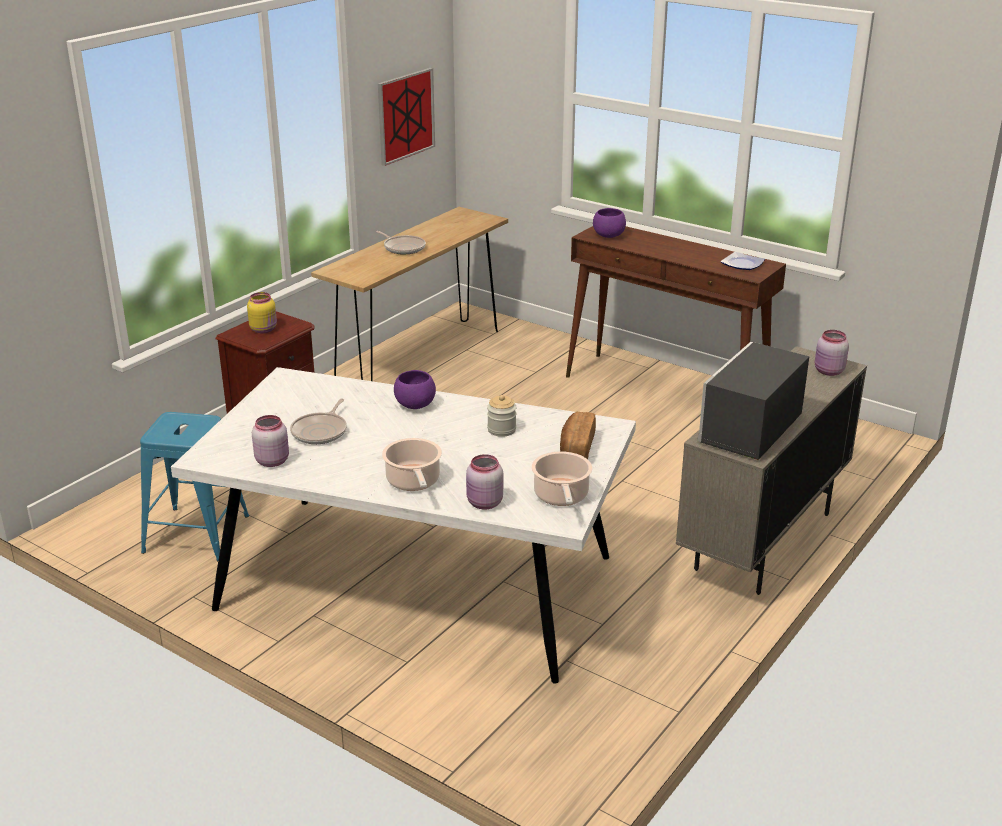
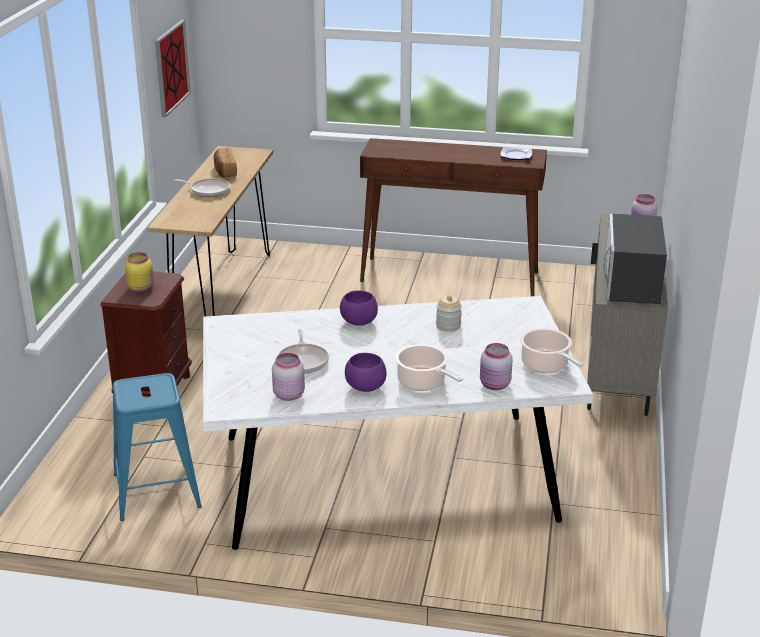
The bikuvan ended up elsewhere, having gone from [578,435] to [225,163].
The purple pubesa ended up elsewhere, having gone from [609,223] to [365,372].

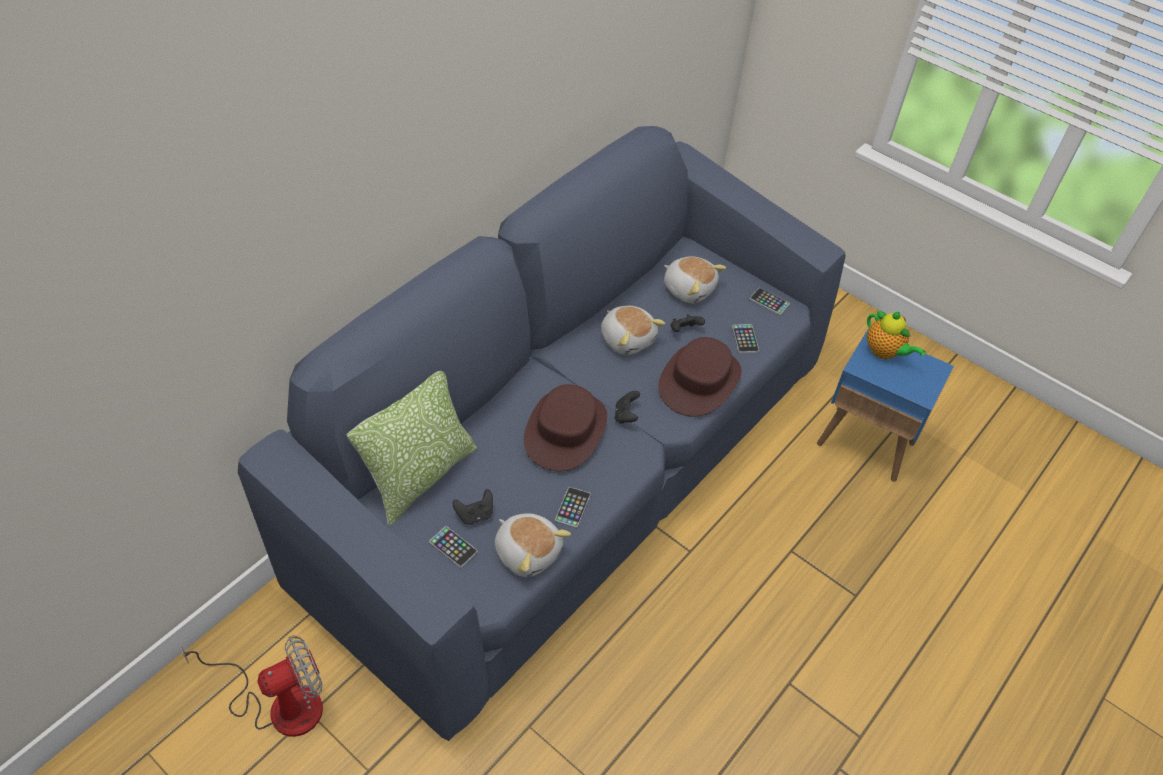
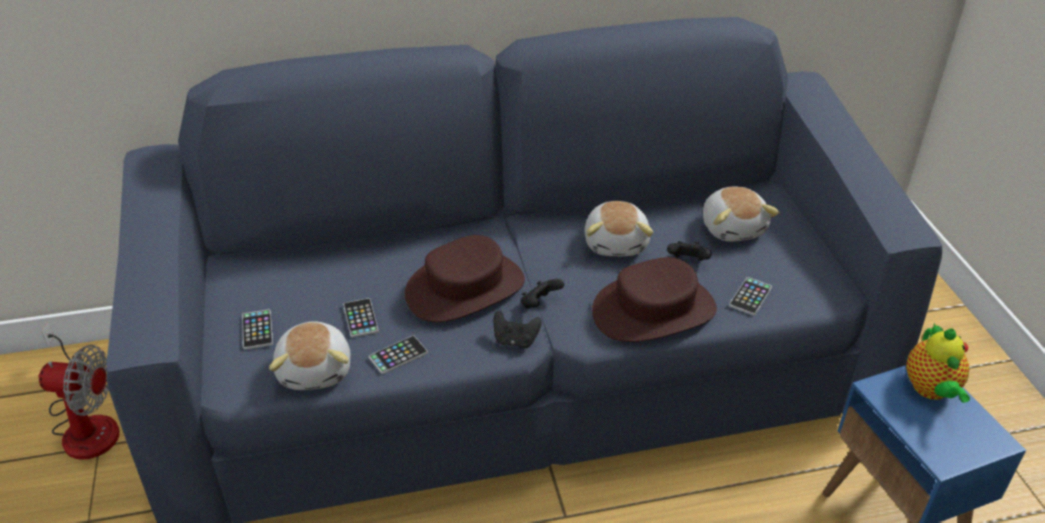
The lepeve ended up elsewhere, having gone from [770,301] to [361,318].
The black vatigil ended up elsewhere, having gone from [473,507] to [517,329].
The second view lost the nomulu at [411,448].

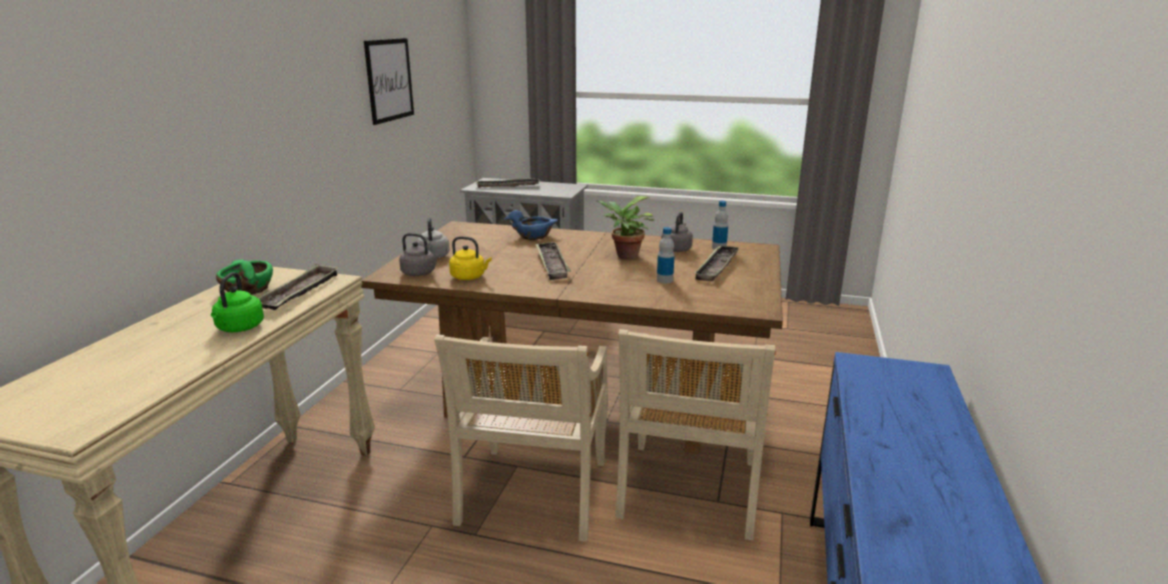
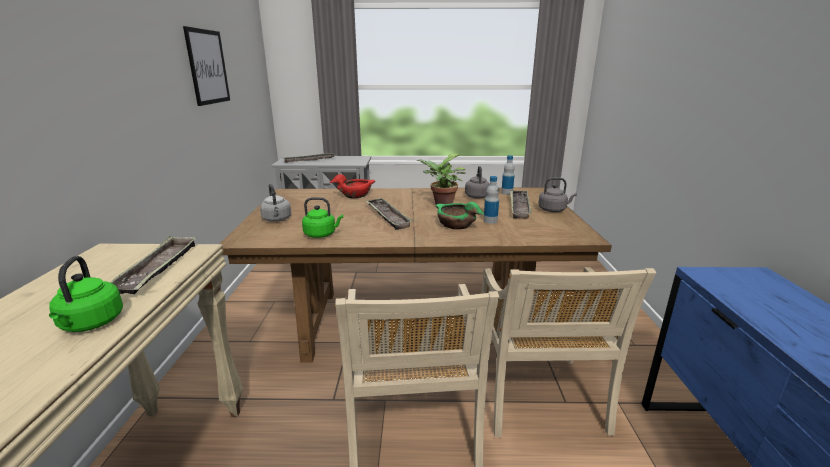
What was the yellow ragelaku at [470,258] turned into the green ragelaku at [322,217].
What was the blue pubesa at [530,225] turned into the red pubesa at [352,186].
The green pubesa ended up elsewhere, having gone from [244,277] to [460,215].
The grey ragelaku ended up elsewhere, having gone from [419,254] to [557,194].

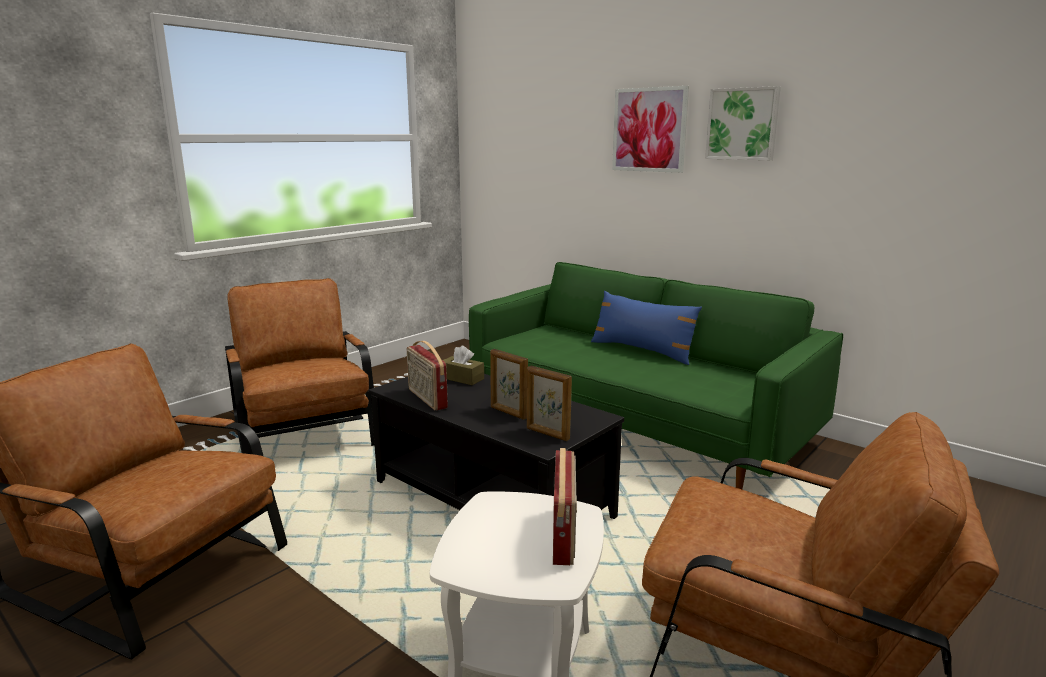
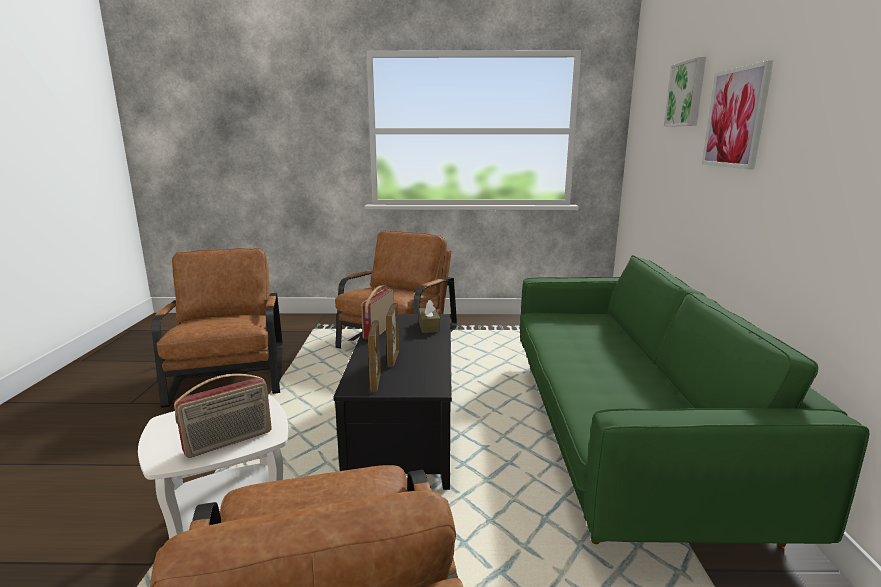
The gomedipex ended up elsewhere, having gone from [743,123] to [685,92].
The second view lost the blue nomulu at [646,328].

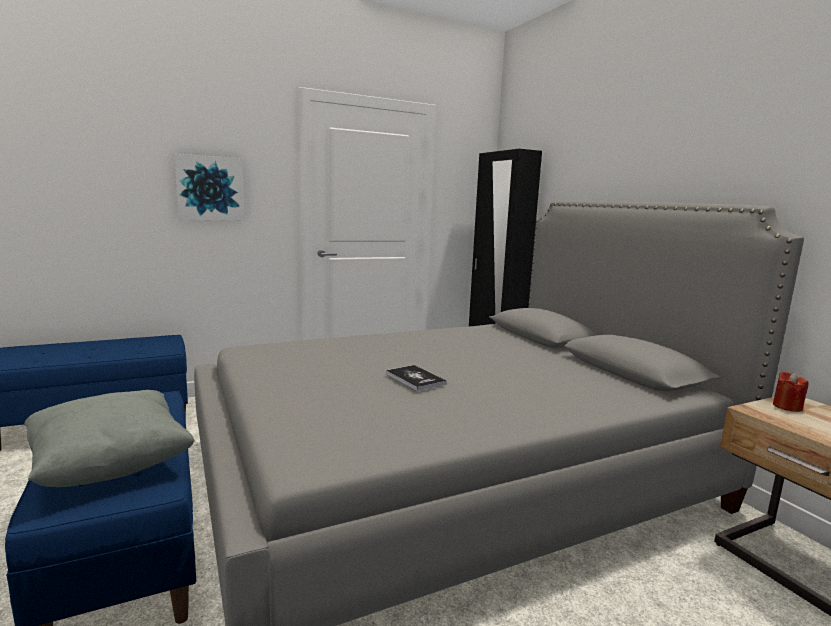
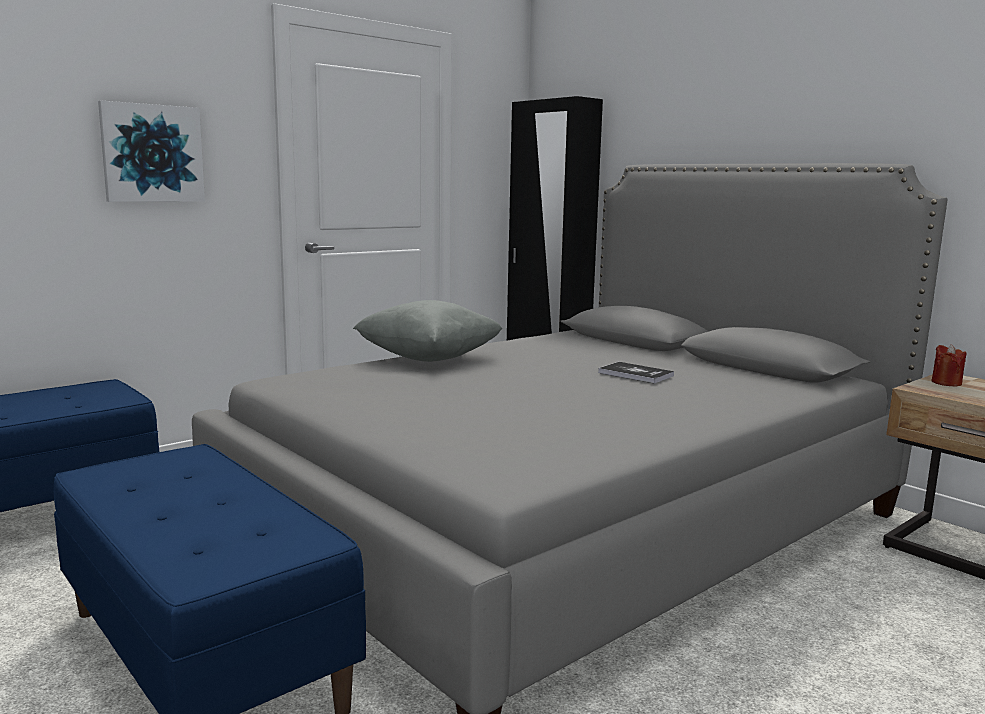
The grey nomulu ended up elsewhere, having gone from [109,438] to [427,331].
The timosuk ended up elsewhere, having gone from [416,378] to [636,373].

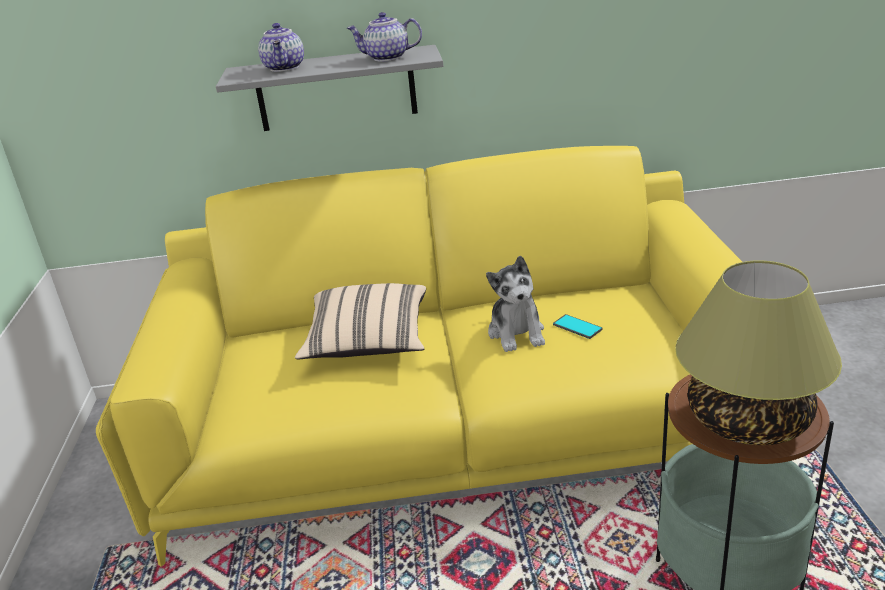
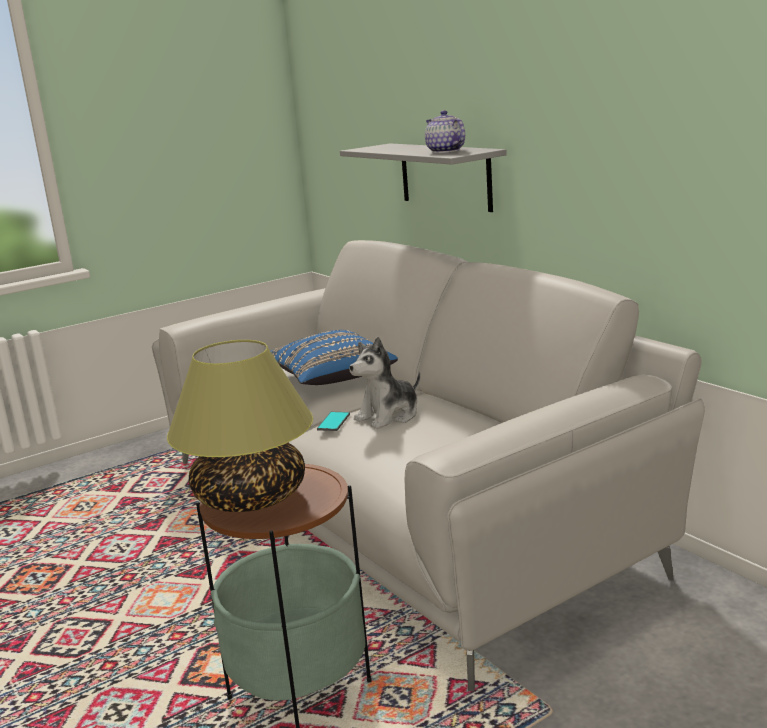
What was the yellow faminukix at [419,356] turned into the grey faminukix at [428,465].
What was the beige nomulu at [360,321] turned into the blue nomulu at [334,357].
The lepeve ended up elsewhere, having gone from [577,326] to [333,421].
The second view lost the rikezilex at [281,47].

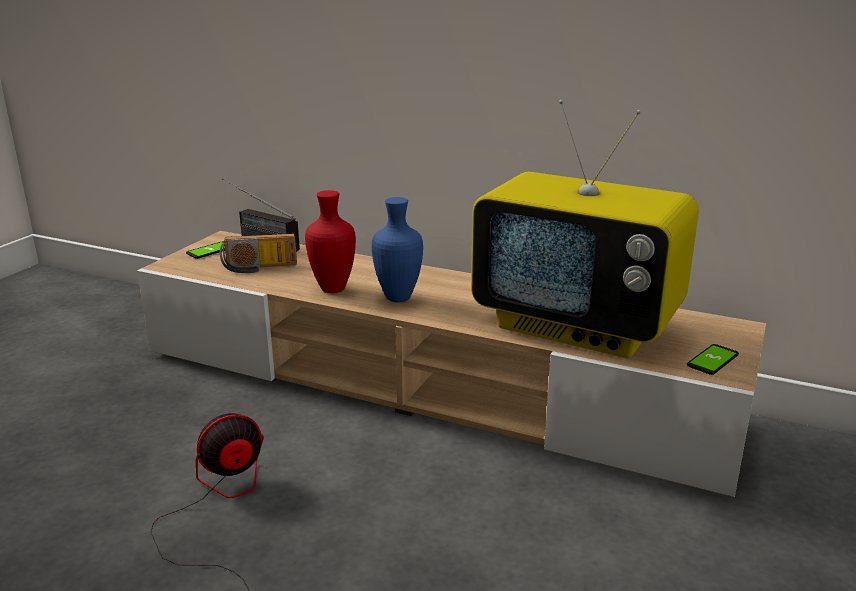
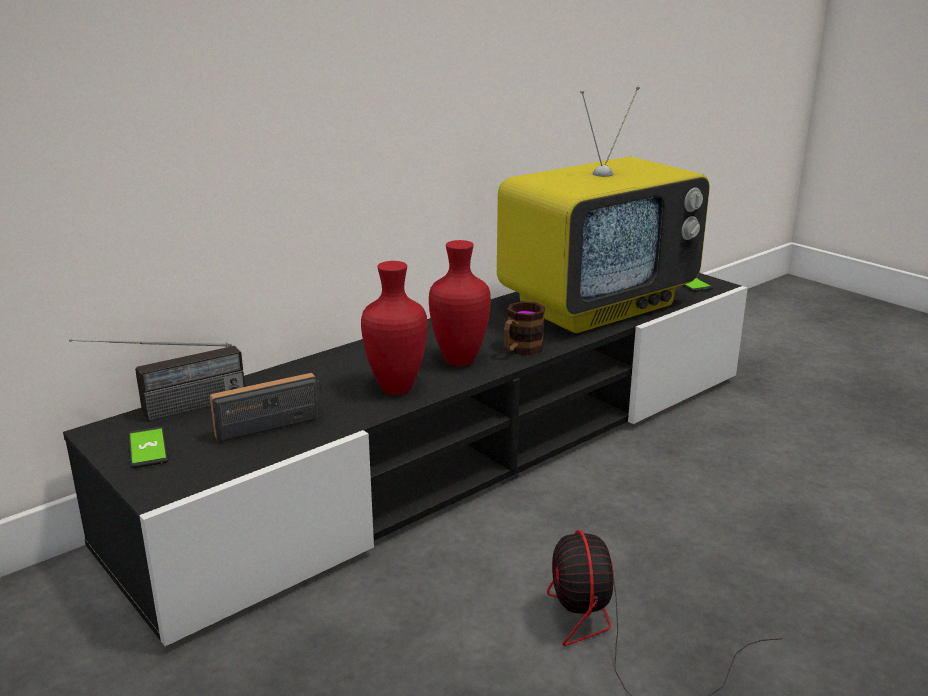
What was the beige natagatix at [451,364] turned into the black natagatix at [405,460].
The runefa at [258,253] ended up facing another way, 135 degrees counterclockwise from before.
What was the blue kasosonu at [397,249] turned into the red kasosonu at [460,303].
The second view gained the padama at [524,328].

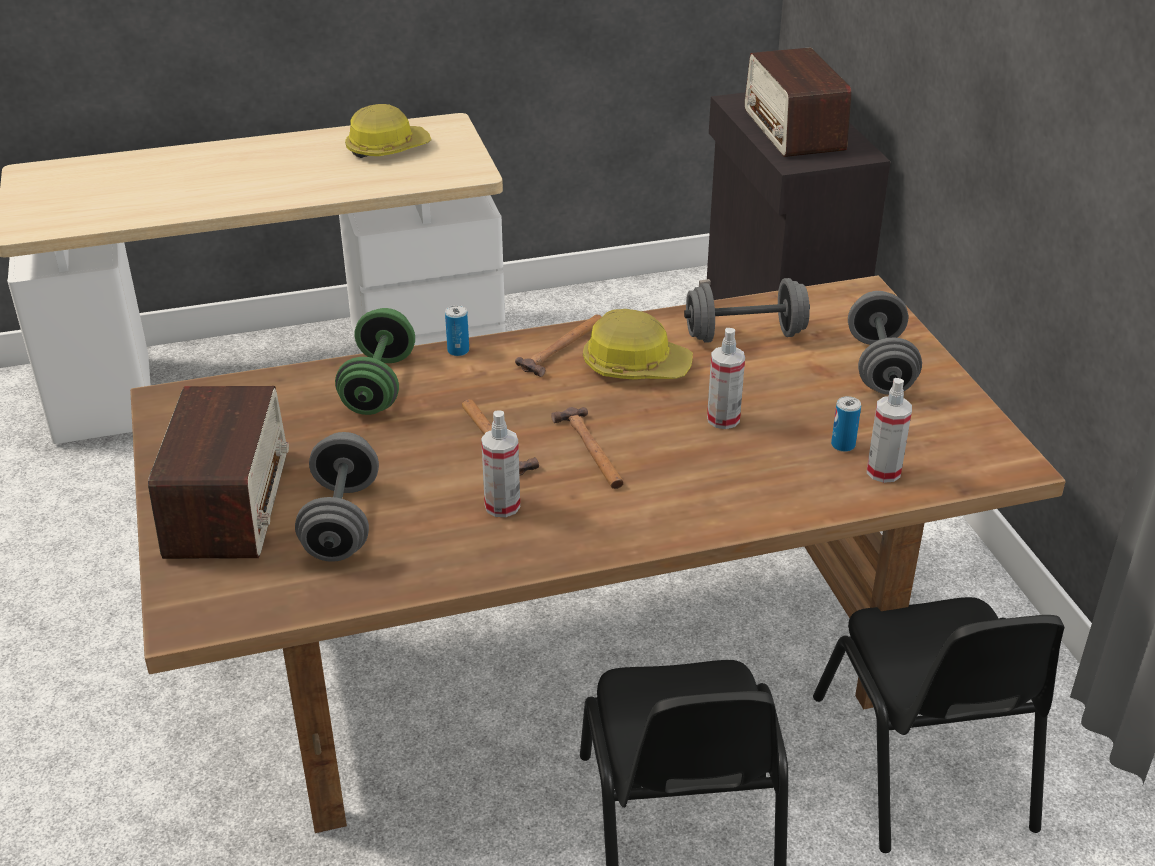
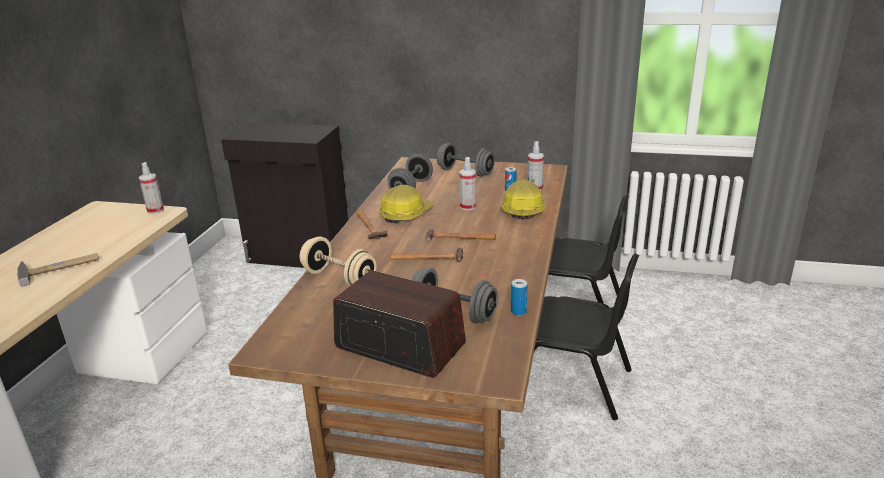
The second view gained the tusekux at [58,270].
The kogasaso ended up elsewhere, having gone from [500,464] to [151,188].
What was the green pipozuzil at [375,361] turned into the beige pipozuzil at [338,261].
The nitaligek ended up elsewhere, having gone from [388,131] to [523,199].
The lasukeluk ended up elsewhere, having gone from [457,330] to [519,297].
The second view lost the runefa at [798,102].

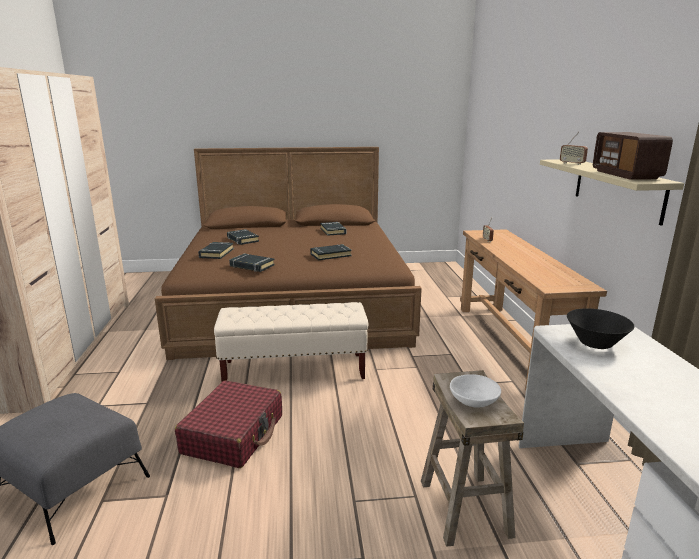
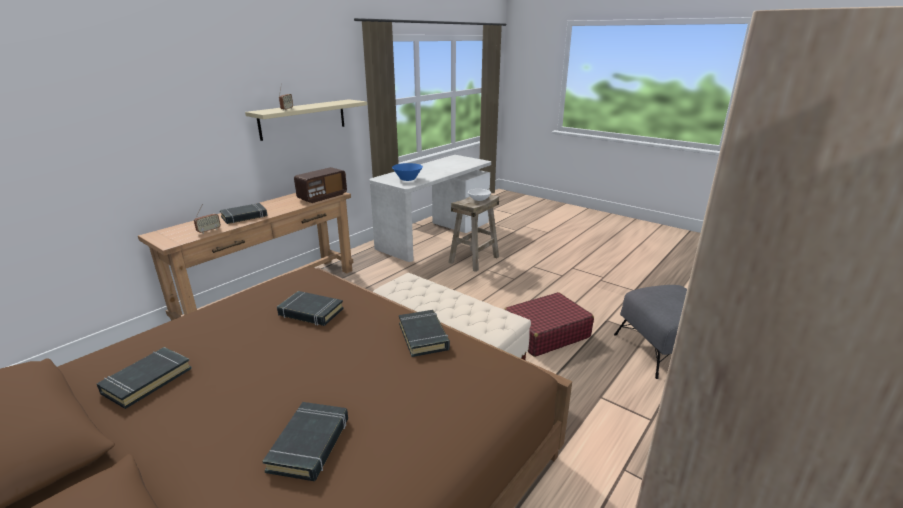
The black timosuk ended up elsewhere, having gone from [216,250] to [243,213].
The runefa ended up elsewhere, having gone from [633,156] to [320,185].
What was the black pubesa at [601,328] turned into the blue pubesa at [407,172].

